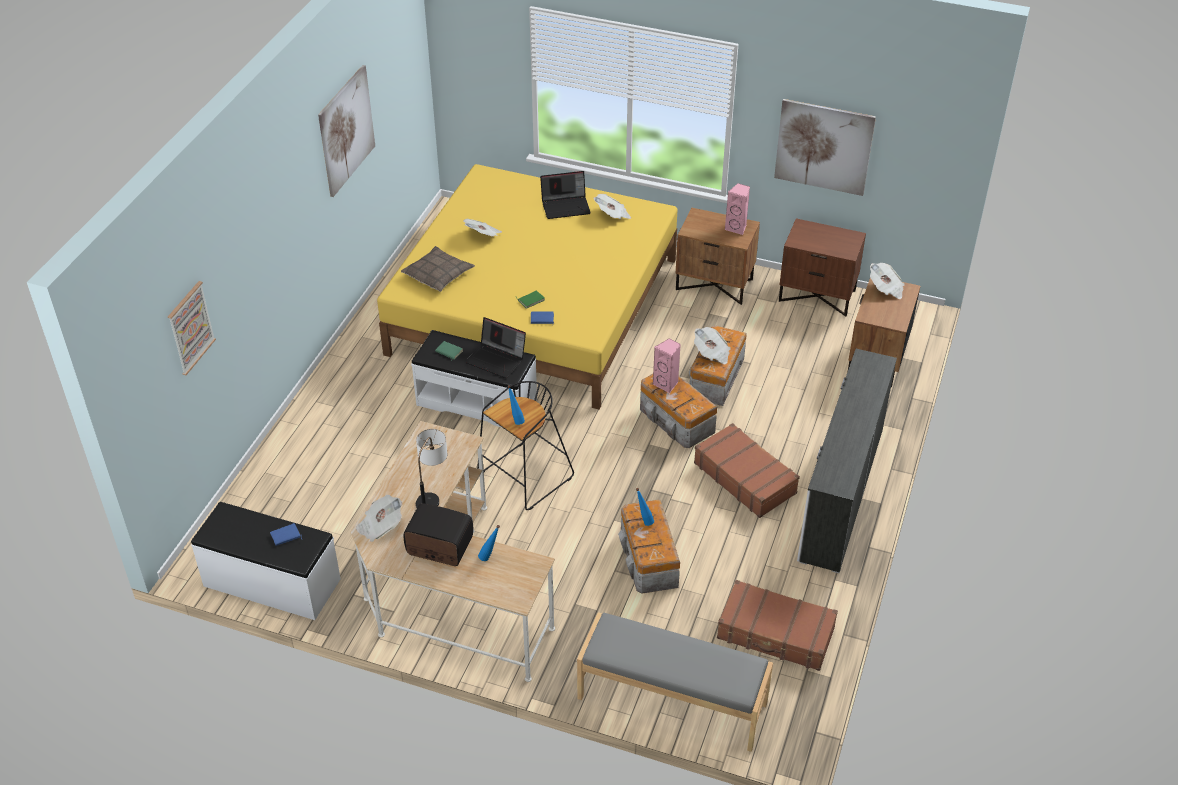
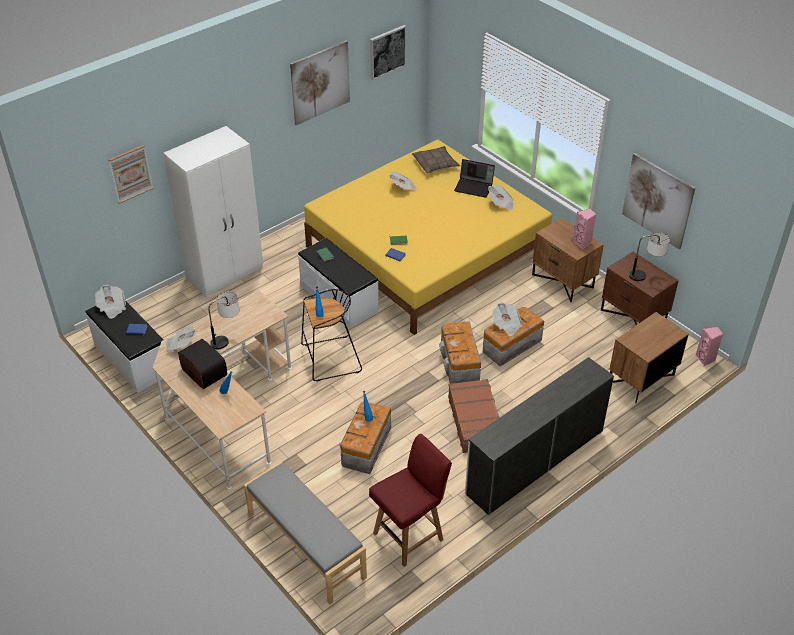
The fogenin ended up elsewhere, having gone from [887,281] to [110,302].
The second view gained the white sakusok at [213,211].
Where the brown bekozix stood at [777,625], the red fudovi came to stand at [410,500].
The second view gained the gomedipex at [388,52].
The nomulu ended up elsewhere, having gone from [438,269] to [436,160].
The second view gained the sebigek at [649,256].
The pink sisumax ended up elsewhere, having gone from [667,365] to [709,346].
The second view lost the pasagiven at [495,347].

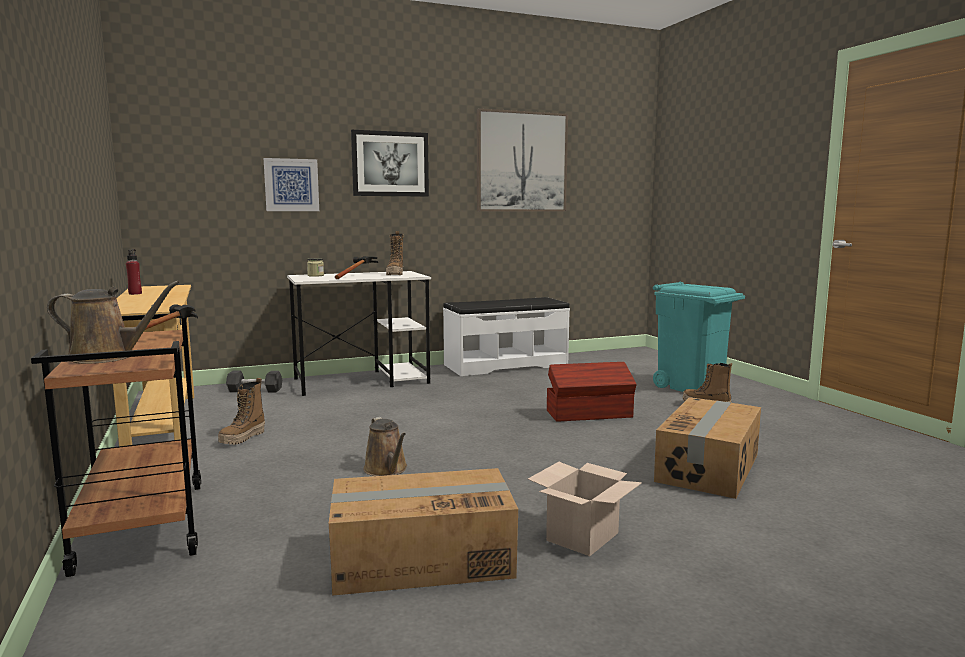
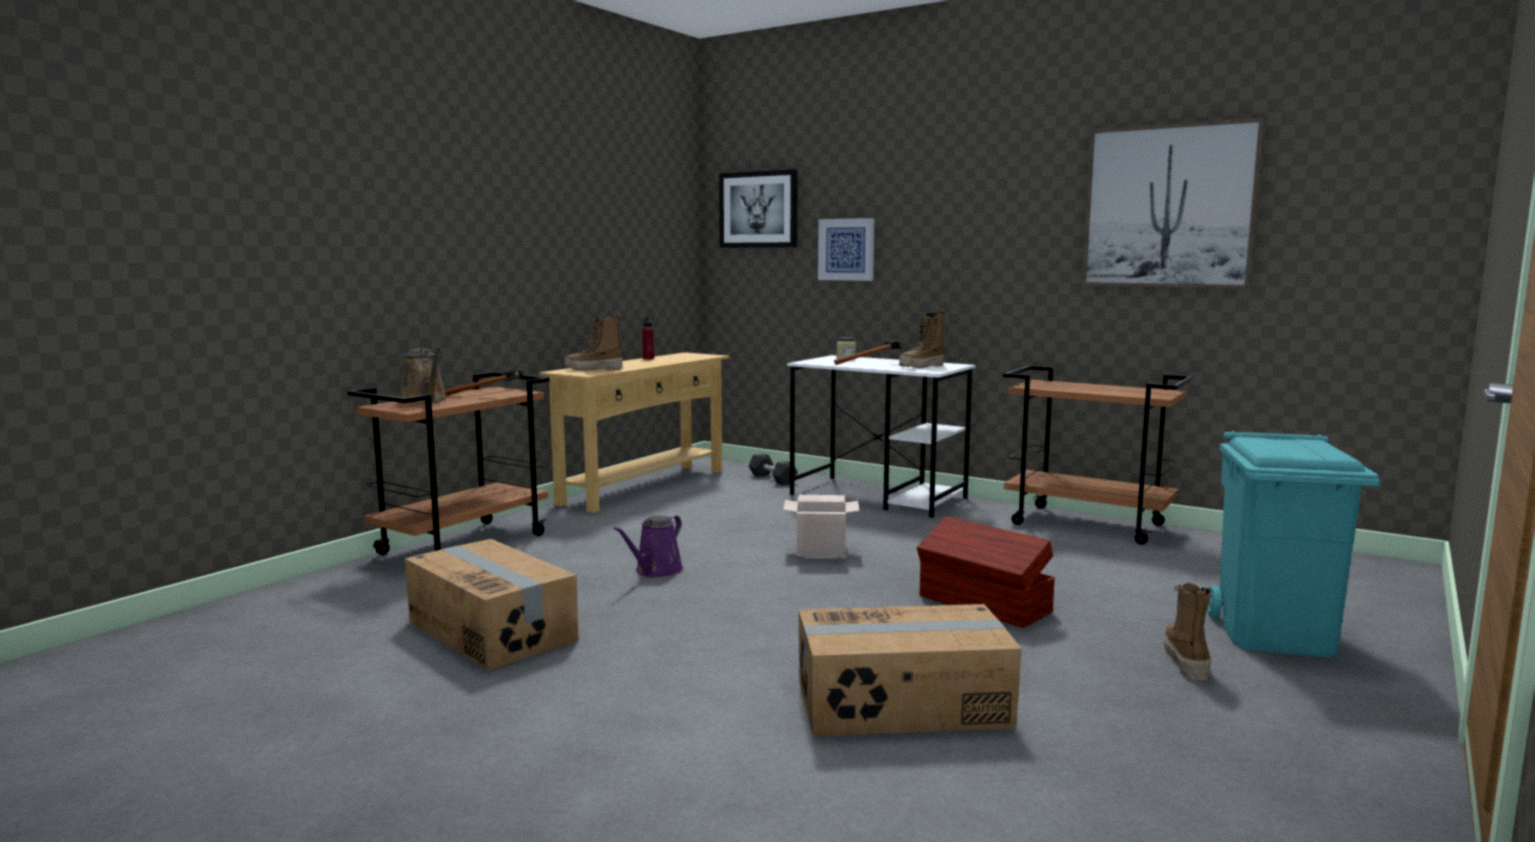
The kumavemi ended up elsewhere, having gone from [241,411] to [594,342].
What was the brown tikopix at [385,446] turned into the purple tikopix at [648,546].
The gomedipex ended up elsewhere, having gone from [390,163] to [758,208].
The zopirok ended up elsewhere, having gone from [585,509] to [821,526].
Where the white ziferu stood at [506,336], the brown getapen came to stand at [1098,455].

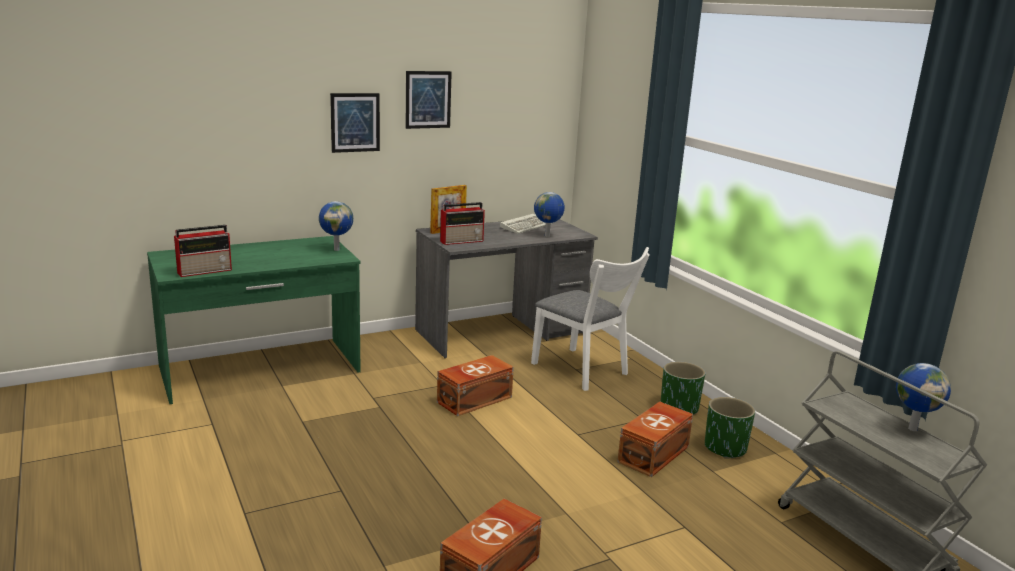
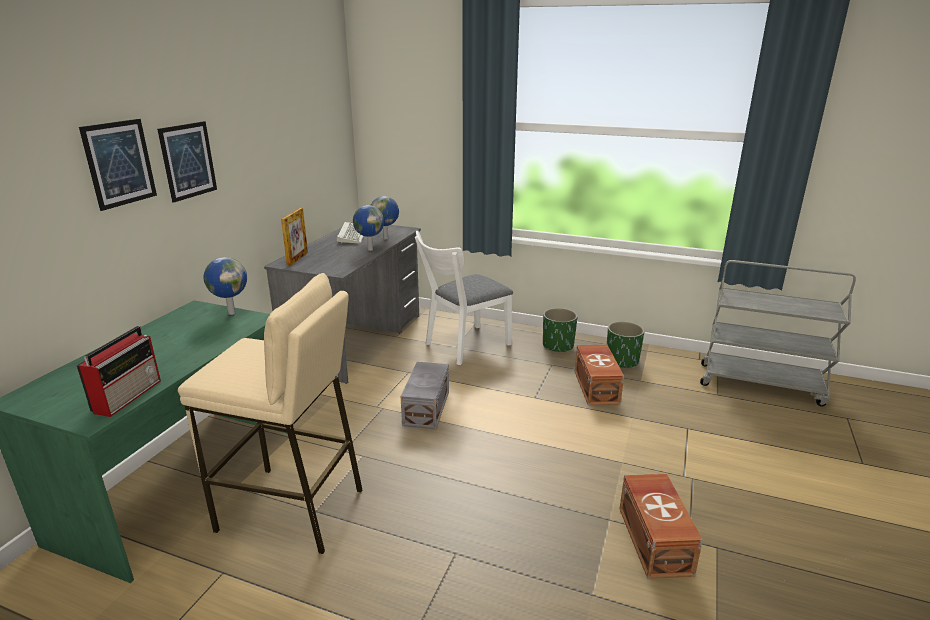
The gomedipex ended up elsewhere, having gone from [429,100] to [118,165].
The second view gained the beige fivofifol at [270,413].
The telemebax ended up elsewhere, having gone from [923,397] to [368,228].
What was the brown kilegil at [475,385] turned into the grey kilegil at [425,395].
The white fudovi at [590,319] ended up facing another way, 135 degrees clockwise from before.
The second view lost the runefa at [462,223].

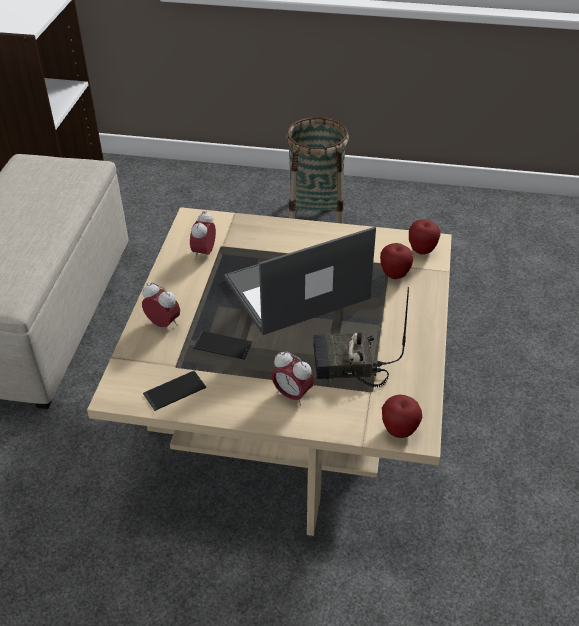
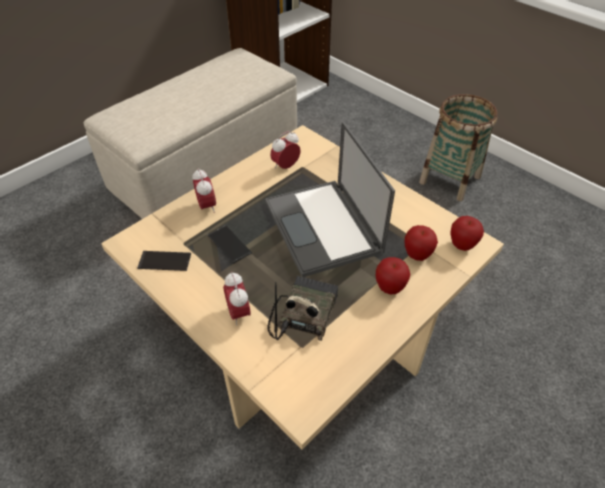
The pasagiven at [300,281] ended up facing another way, 120 degrees counterclockwise from before.
The runefa at [361,337] ended up facing another way, 75 degrees clockwise from before.
The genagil ended up elsewhere, having gone from [402,416] to [393,275].

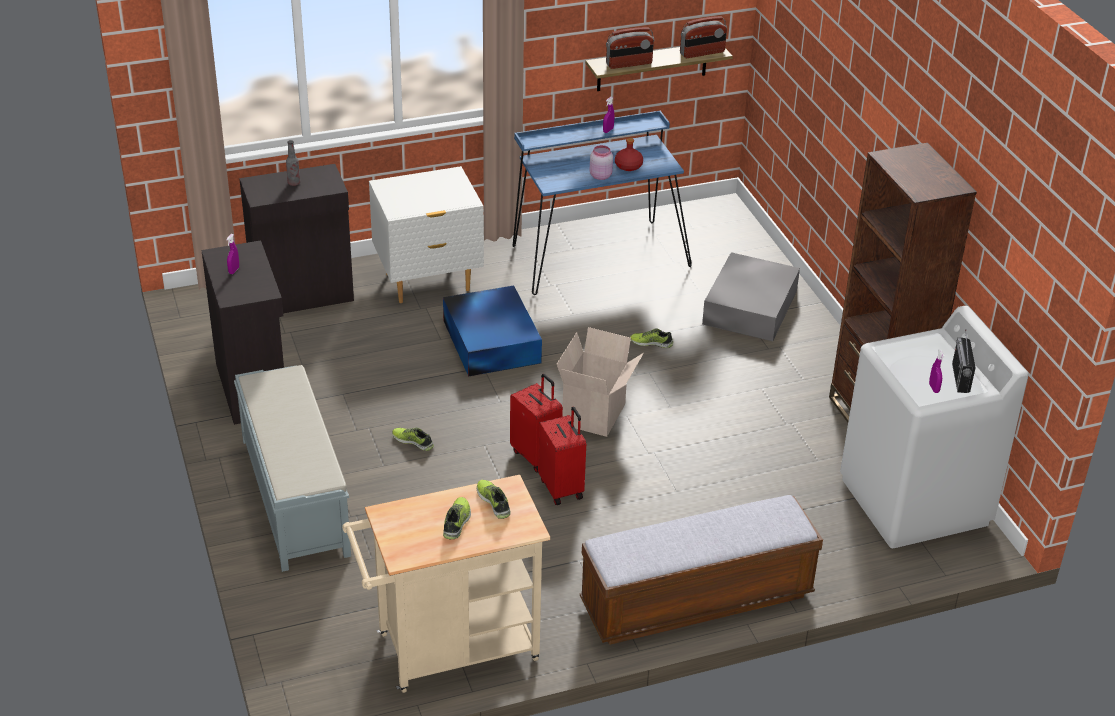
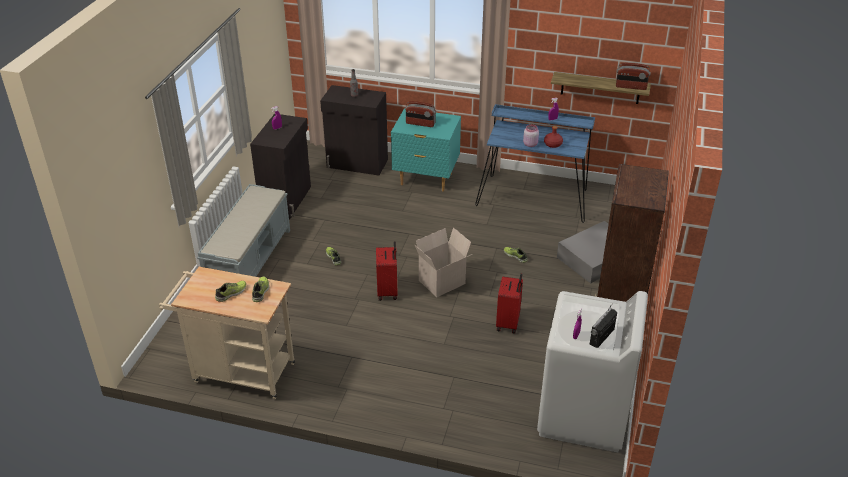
What was the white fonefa at [426,234] turned into the turquoise fonefa at [426,150].
The runefa ended up elsewhere, having gone from [630,48] to [420,114].
The red bekozix ended up elsewhere, having gone from [562,456] to [509,304].
The second view lost the blue kilegil at [492,331].
The second view lost the ziferu at [701,570].

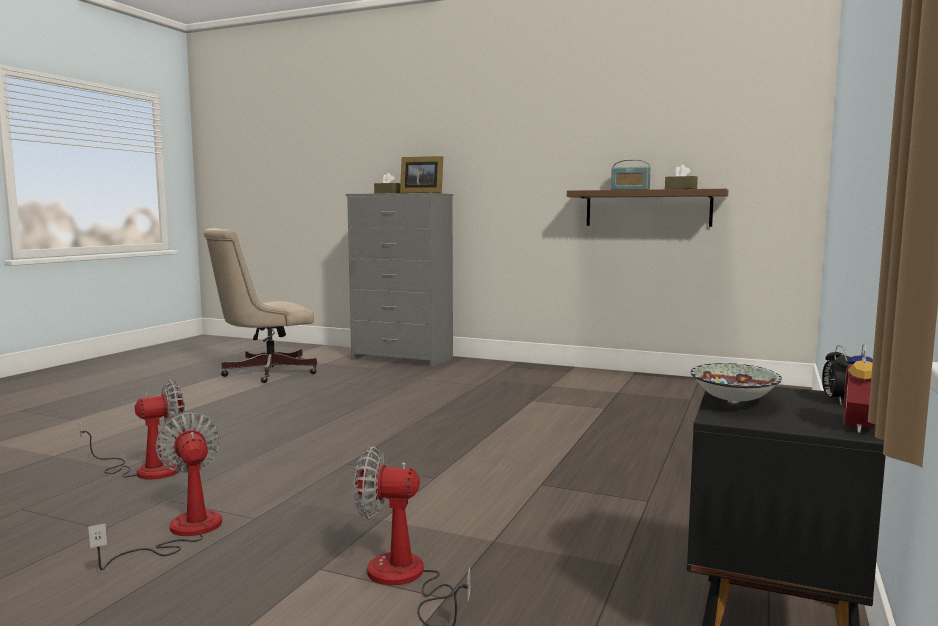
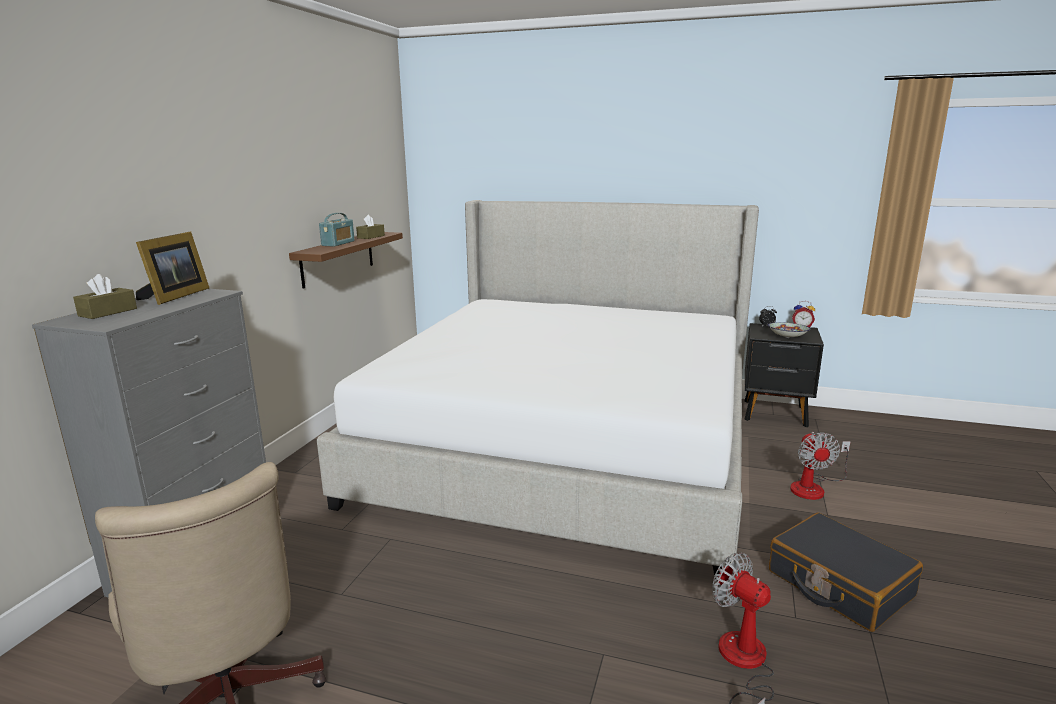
The second view gained the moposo at [538,390].
Where the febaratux stood at [155,491], the black bekozix came to stand at [846,572].

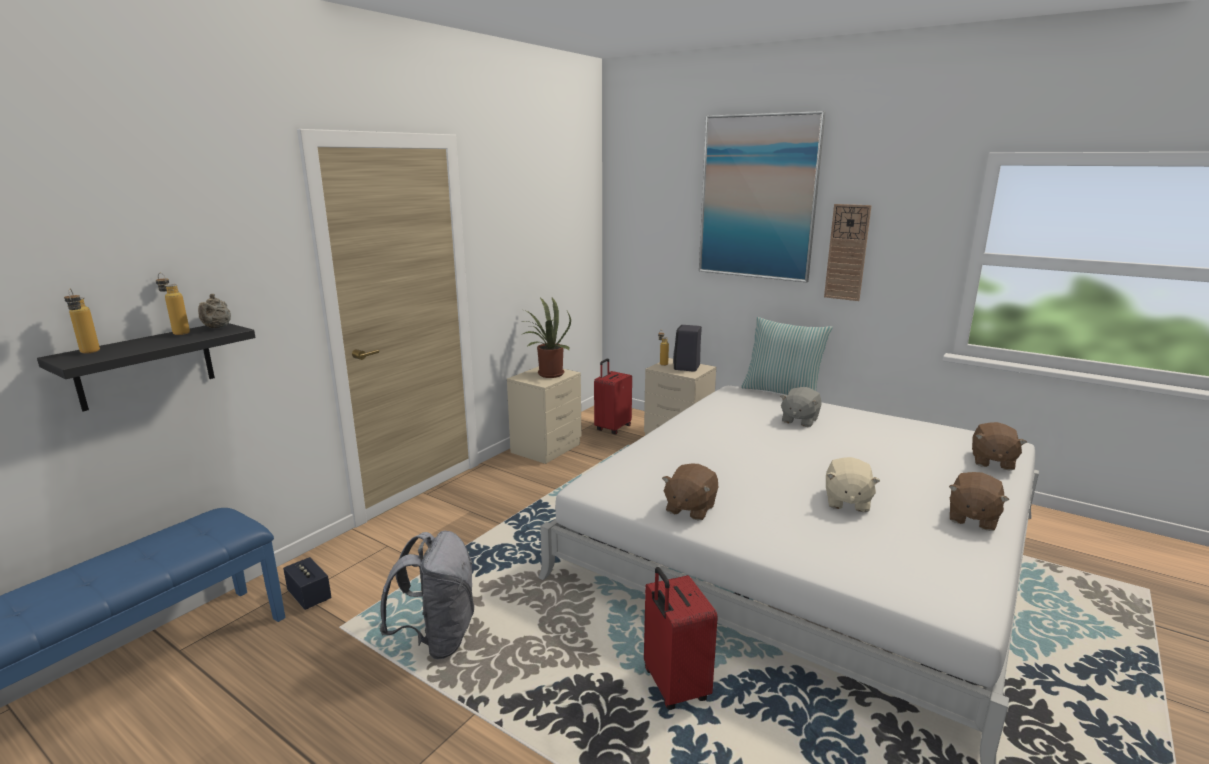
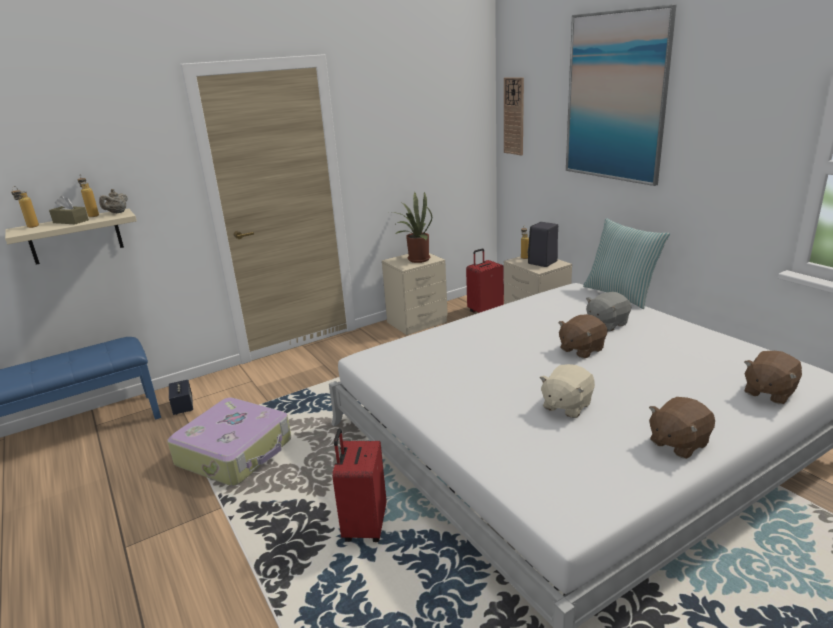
What was the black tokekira at [146,367] turned into the beige tokekira at [71,236].
The second view gained the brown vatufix at [69,210].
Where the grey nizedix stood at [427,595], the bekozix came to stand at [229,441].
The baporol ended up elsewhere, having gone from [848,252] to [514,116].
The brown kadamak ended up elsewhere, having gone from [690,491] to [582,336].

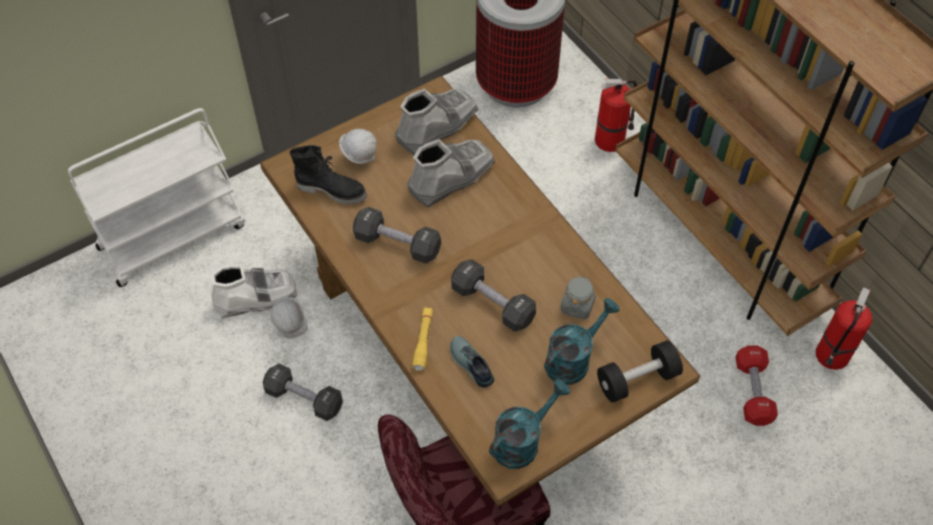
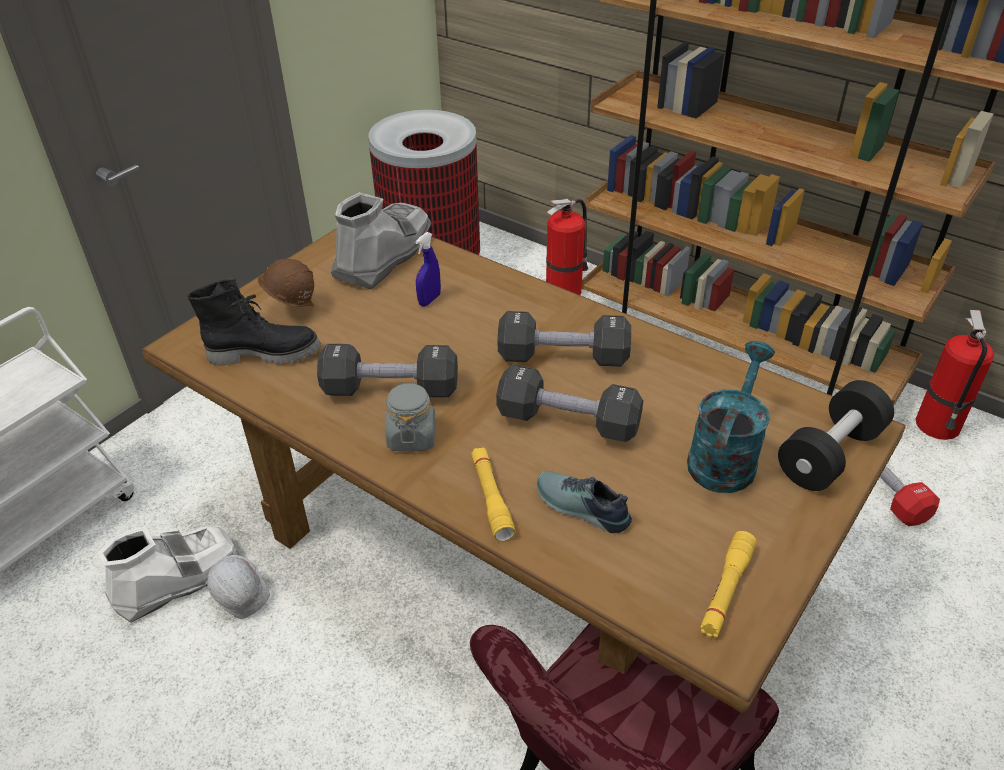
What was the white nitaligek at [358,146] turned into the brown nitaligek at [286,283].
The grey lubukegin ended up elsewhere, having gone from [578,297] to [410,416].
Where the grey kumavemi stood at [451,173], the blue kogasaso came to stand at [428,269].
The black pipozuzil ended up elsewhere, having gone from [303,392] to [564,339].
Where the turquoise tikopix stood at [529,424], the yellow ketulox came to stand at [728,584].

